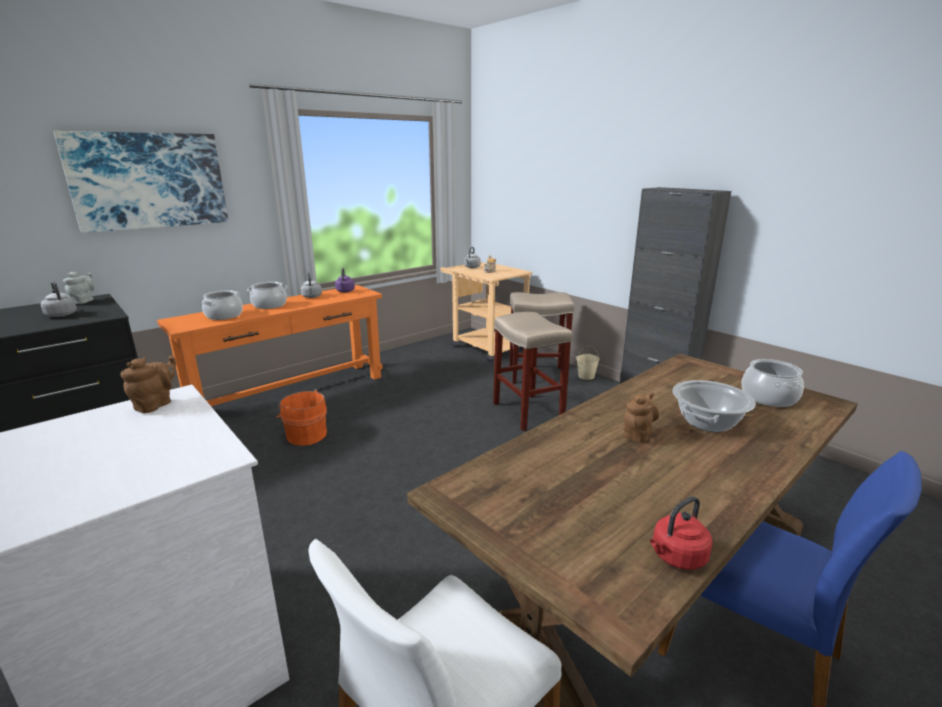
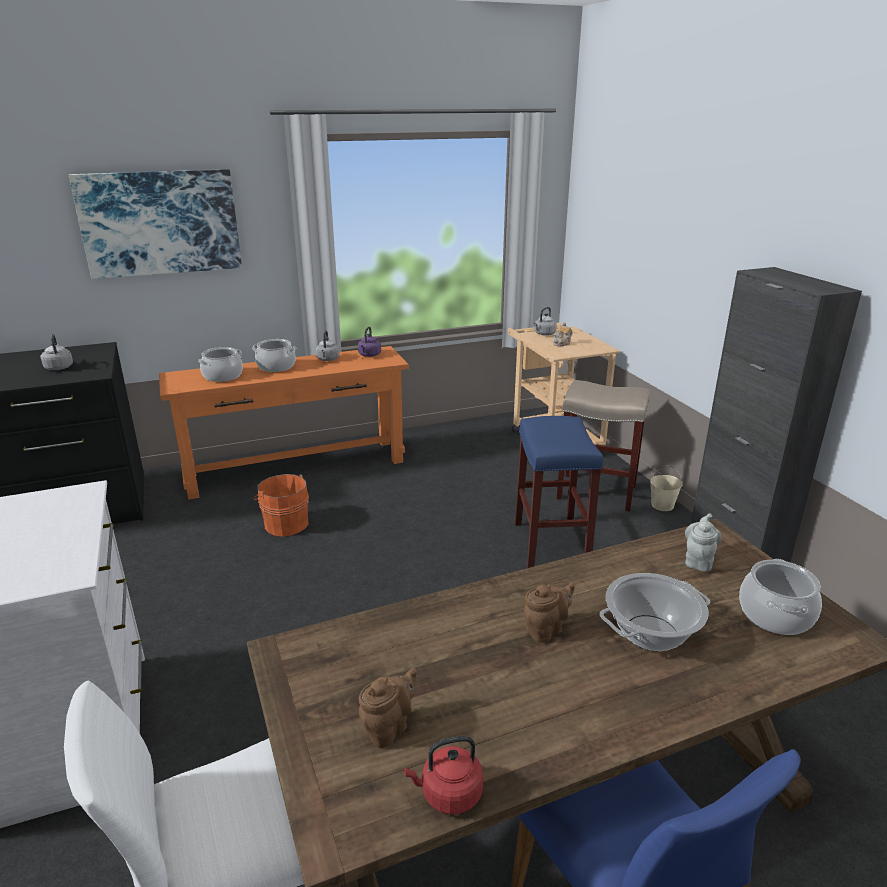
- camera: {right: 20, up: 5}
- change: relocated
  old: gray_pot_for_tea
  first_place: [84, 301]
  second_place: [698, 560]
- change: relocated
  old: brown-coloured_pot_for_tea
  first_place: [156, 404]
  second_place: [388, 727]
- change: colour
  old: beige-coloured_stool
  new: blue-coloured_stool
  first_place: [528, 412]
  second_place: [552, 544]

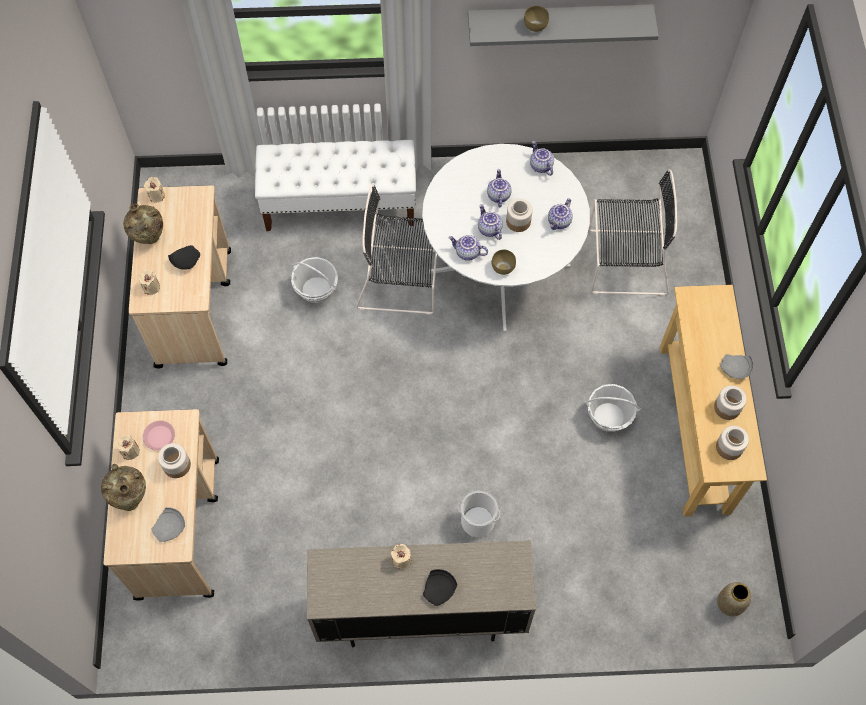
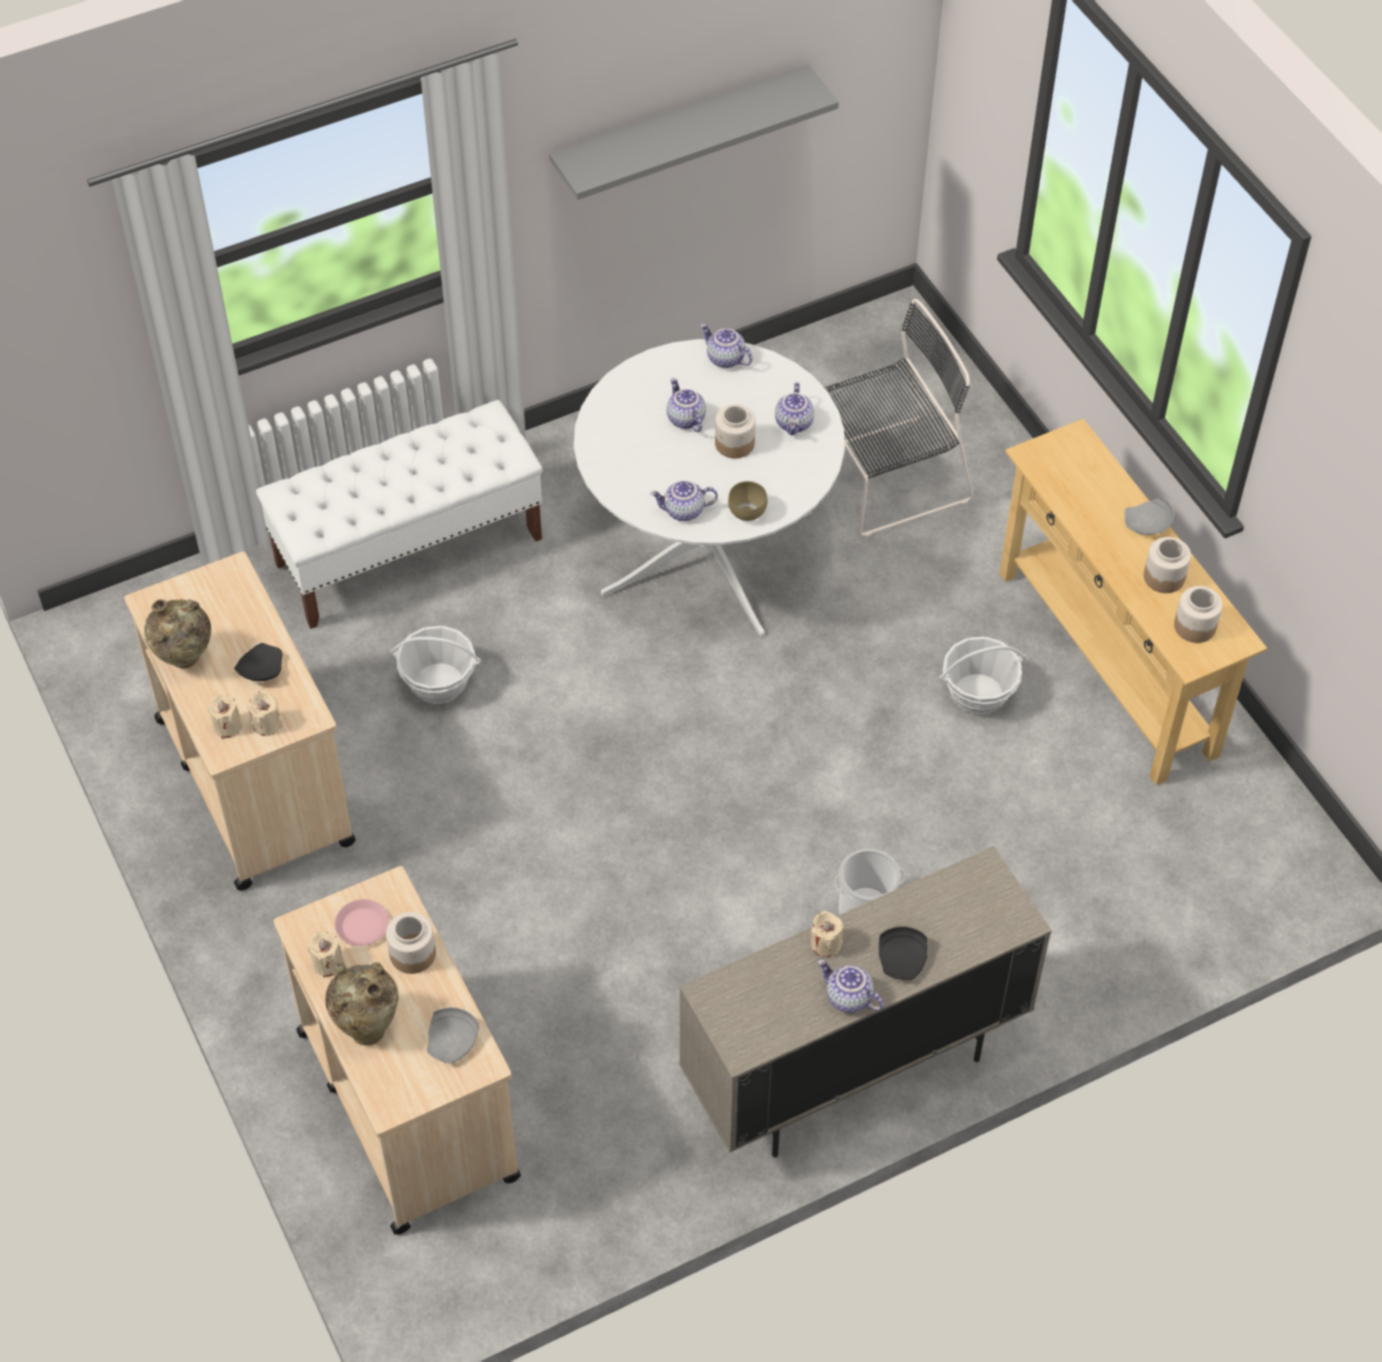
- camera: {right: -25, up: -10}
- change: relocated
  old: beige-coloured_wax_light
  first_place: [156, 195]
  second_place: [267, 724]
- change: missing
  old: black-coloured_upright_chair
  first_place: [402, 279]
- change: relocated
  old: pot_for_tea
  first_place: [489, 229]
  second_place: [847, 998]
- change: missing
  old: brown-coloured_serving_bowl
  first_place: [534, 27]
- change: missing
  old: decorative_vase
  first_place: [730, 604]

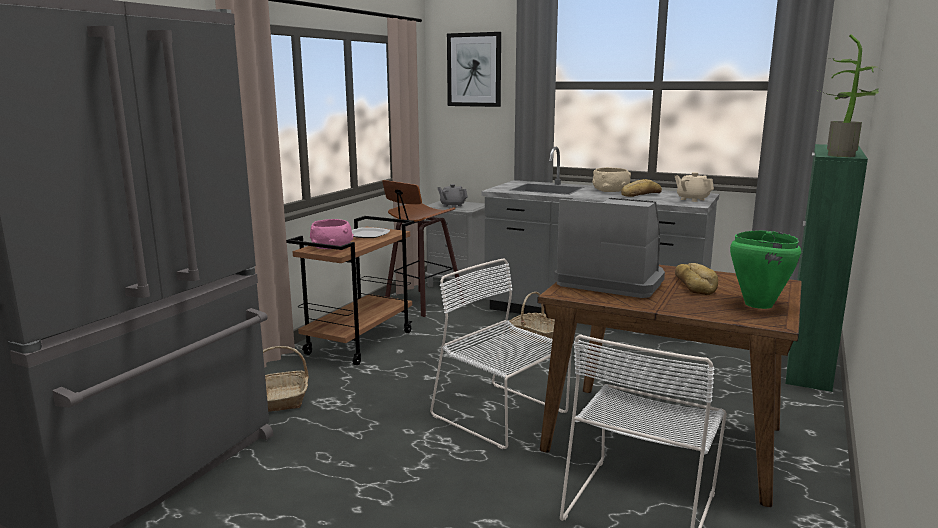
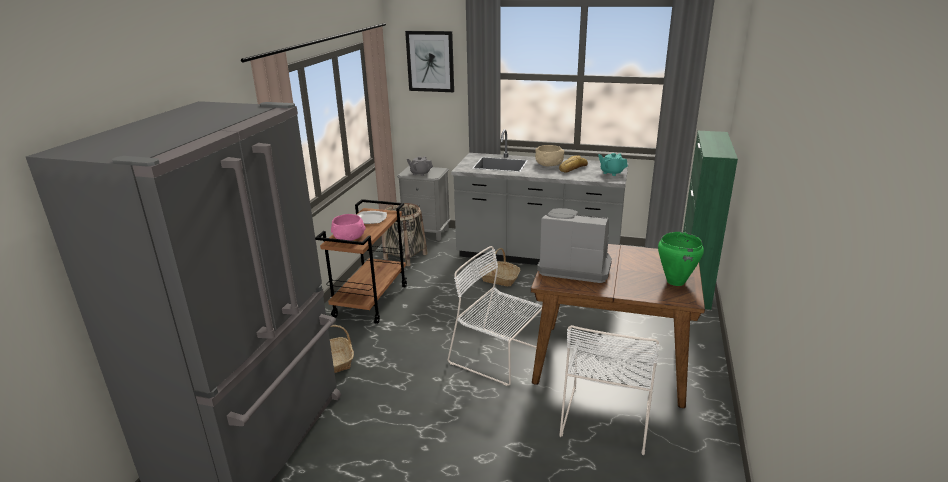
- camera: {right: -10, up: 10}
- change: exchanged
  old: stool
  new: basket
  first_place: [421, 304]
  second_place: [405, 256]
- change: colour
  old: beige-coloured_pot_for_tea
  new: blue-green_pot_for_tea
  first_place: [692, 199]
  second_place: [611, 172]
- change: missing
  old: baked_bread
  first_place: [695, 285]
- change: missing
  old: potted_plant
  first_place: [842, 155]

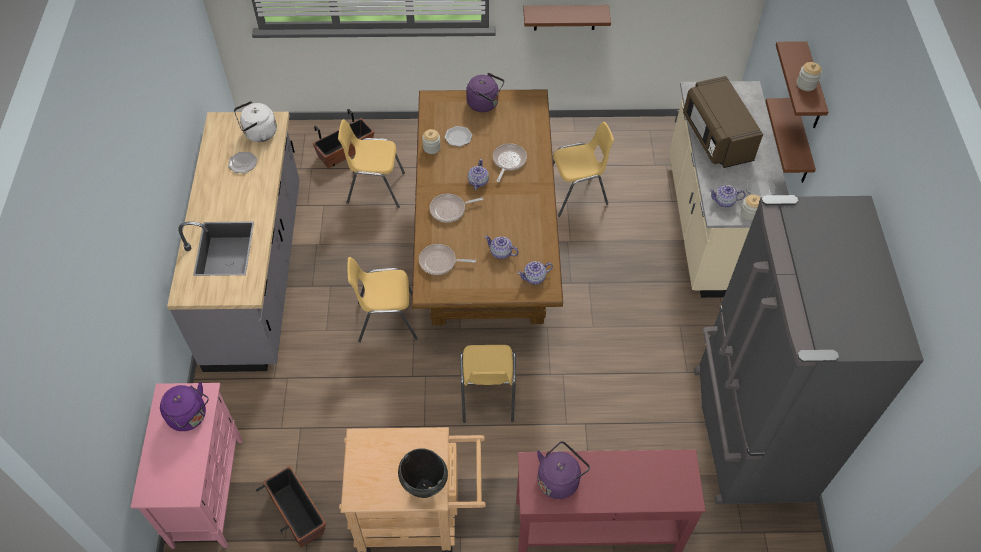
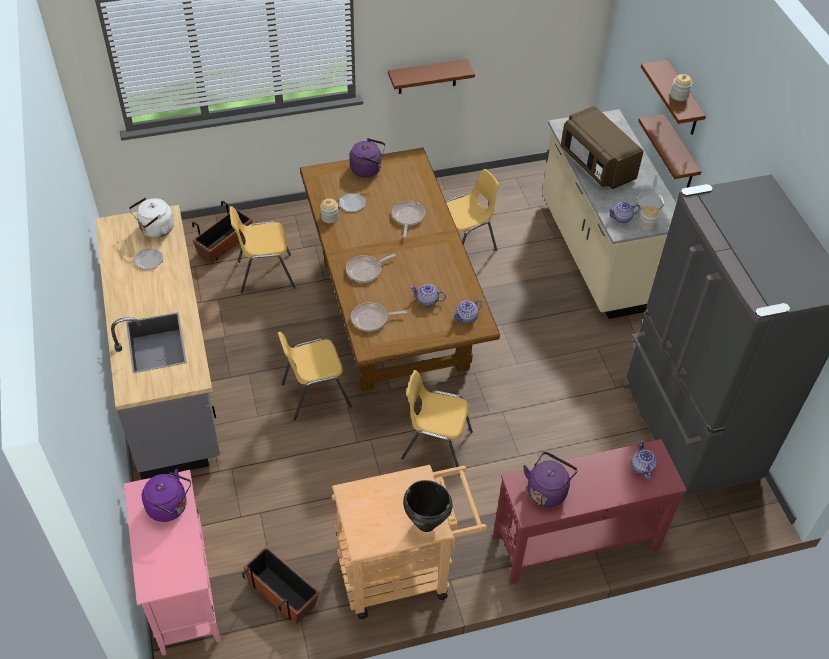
- camera: {right: -15, up: -5}
- change: spun
  old: yellow-coloured_upright_chair
  first_place: [487, 395]
  second_place: [436, 445]
  degrees: 120
- change: relocated
  old: pot_for_tea
  first_place: [477, 182]
  second_place: [642, 467]

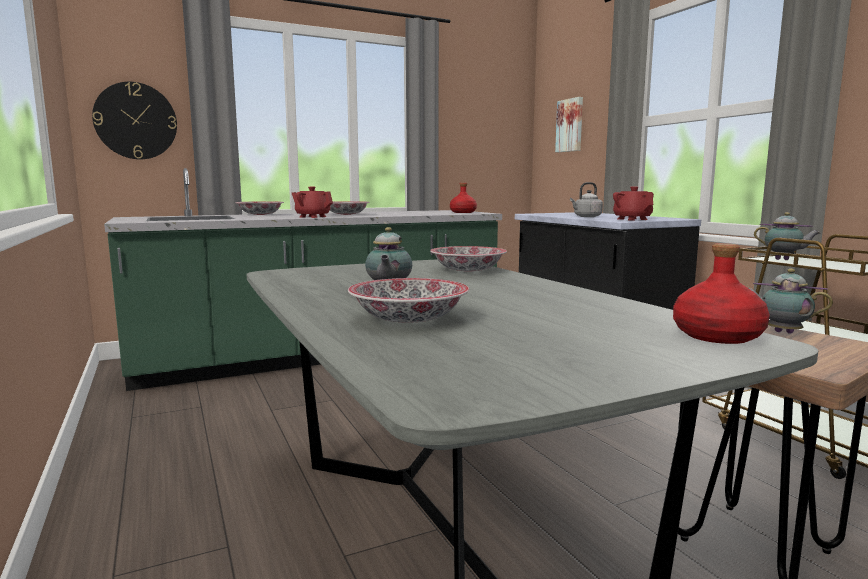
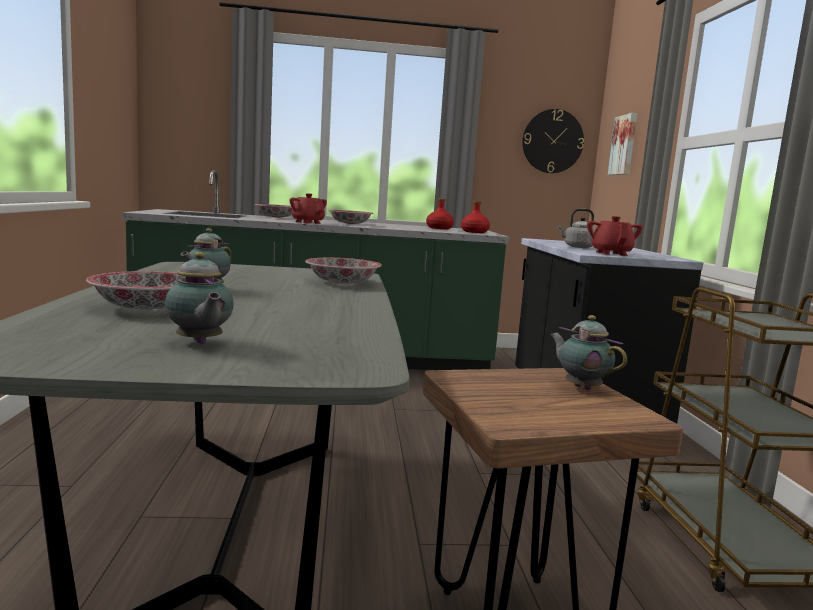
- camera: {right: 20, up: 0}
- change: relocated
  old: clock_on_the_wall
  first_place: [136, 121]
  second_place: [552, 141]
- change: relocated
  old: reddish_bottle
  first_place: [718, 336]
  second_place: [439, 228]
- change: relocated
  old: pot_for_tea
  first_place: [783, 260]
  second_place: [199, 343]

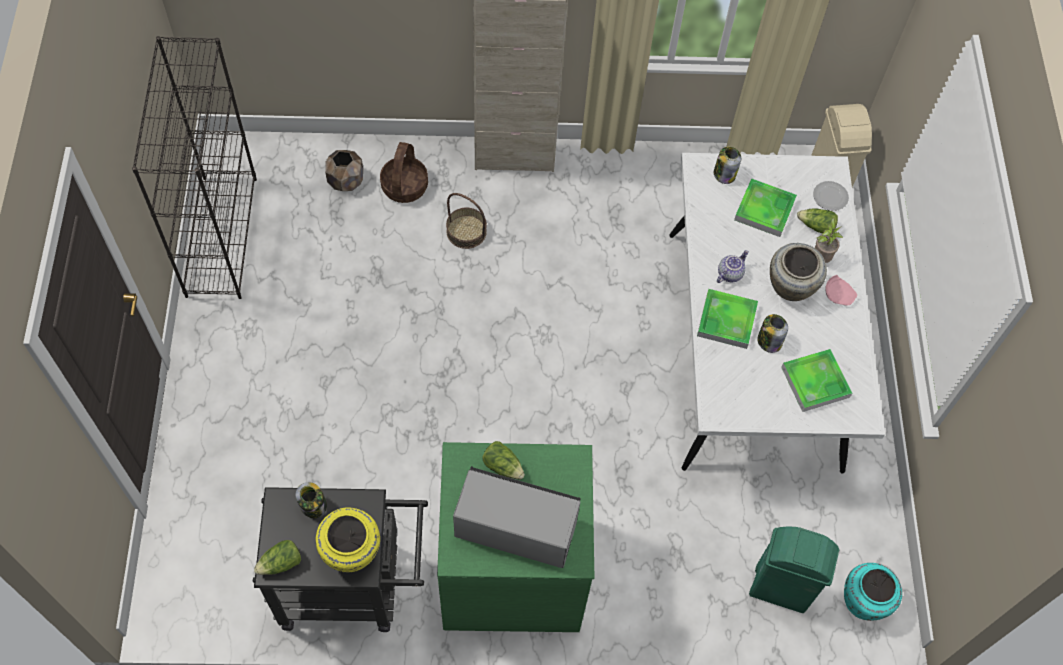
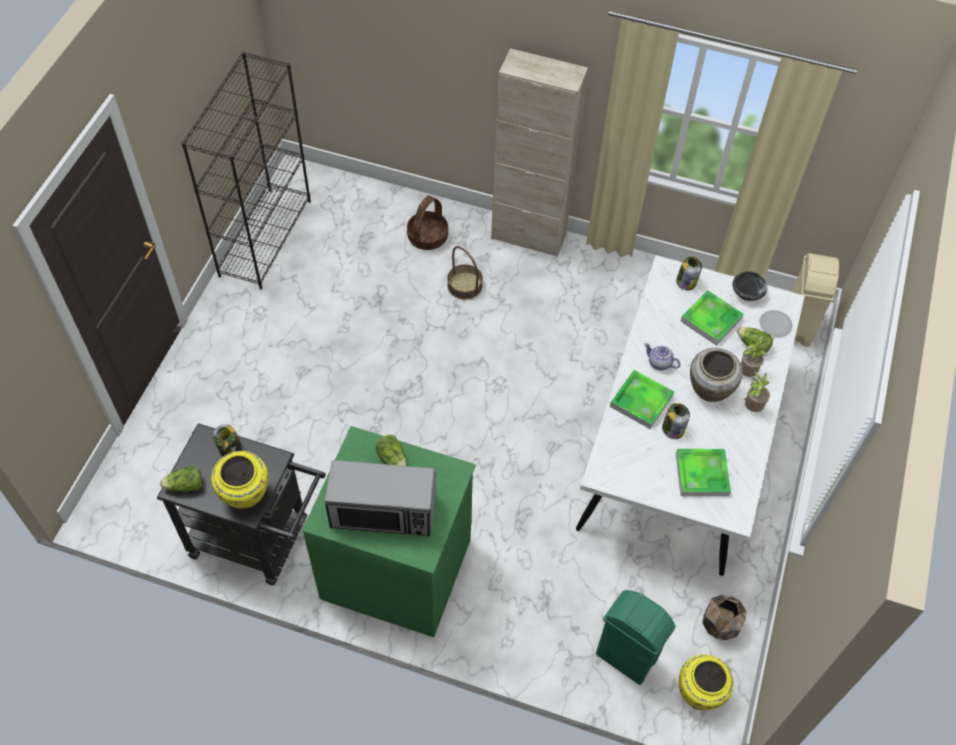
- camera: {right: 20, up: -5}
- change: relocated
  old: brown-coloured_flower_pot
  first_place: [346, 181]
  second_place: [720, 624]
- change: spun
  old: microwave
  first_place: [515, 527]
  second_place: [383, 511]
  degrees: 150
- change: spun
  old: pot_for_tea
  first_place: [729, 273]
  second_place: [659, 363]
  degrees: -120
- change: exchanged
  old: pink-coloured_plate
  new: potted_plant
  first_place: [838, 294]
  second_place: [752, 407]
- change: colour
  old: blue-green_decorative_vase
  new: yellow-coloured_decorative_vase
  first_place: [864, 601]
  second_place: [700, 693]
- change: appeared
  new: black-coloured_serving_bowl
  second_place: [747, 293]

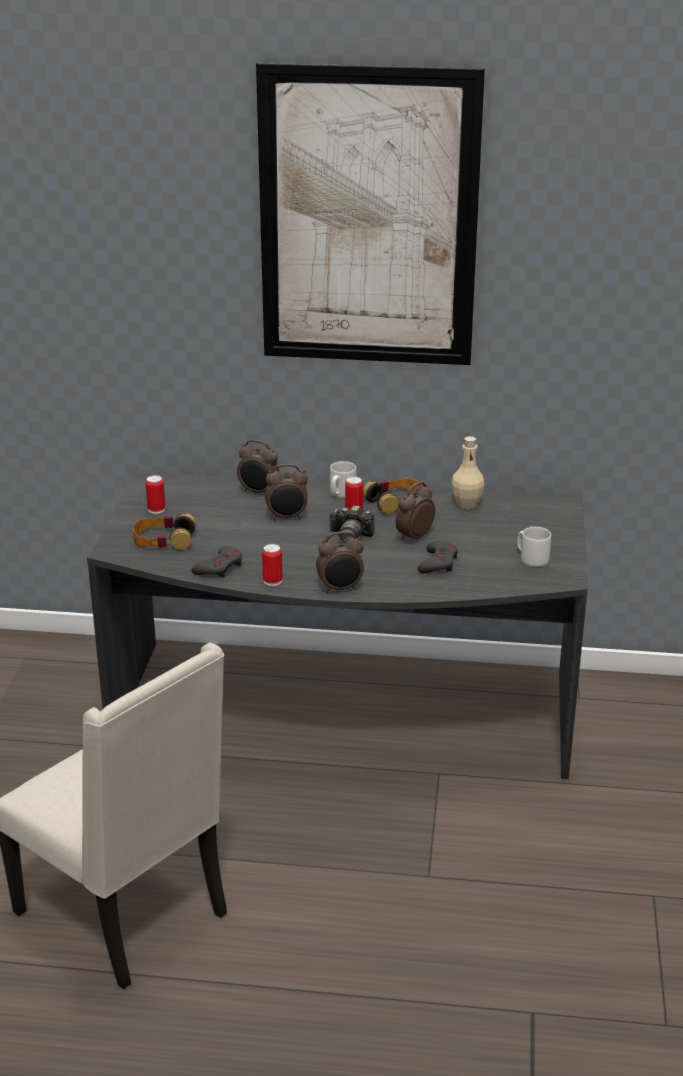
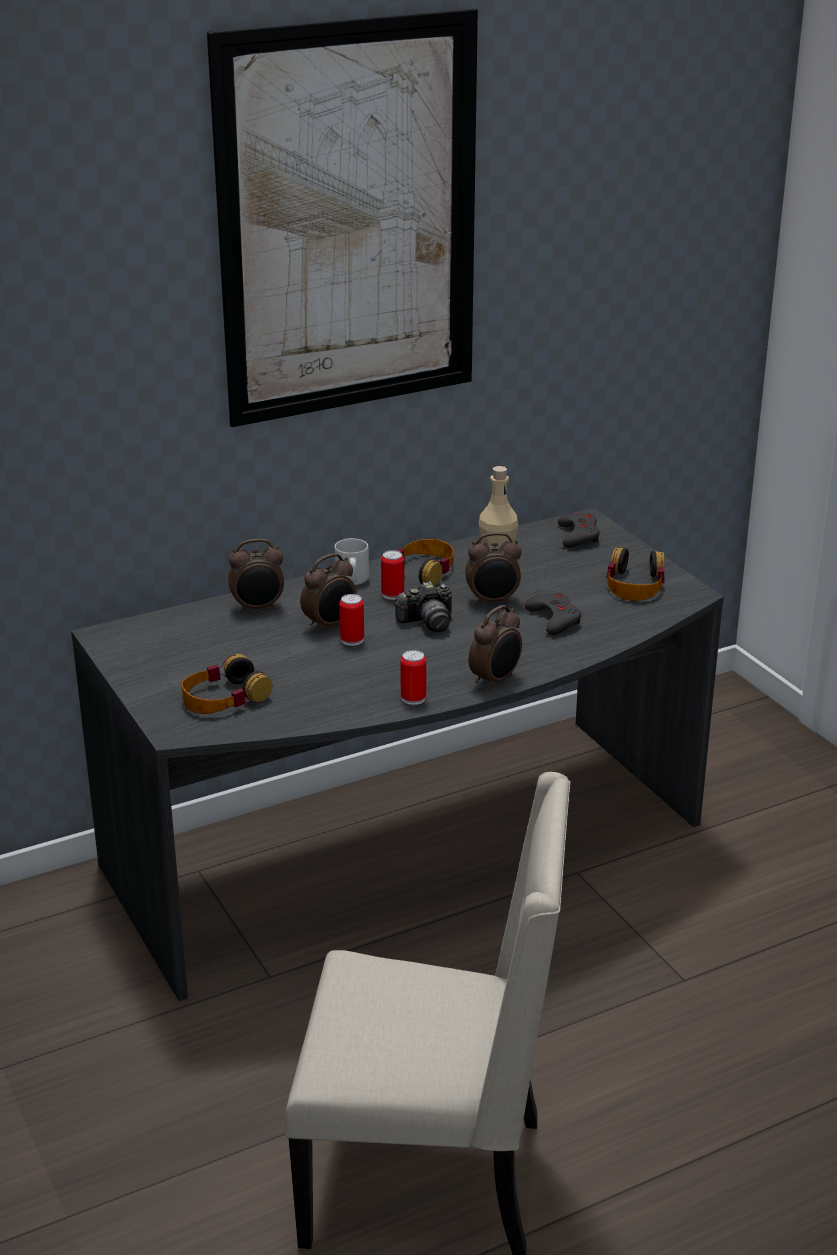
- camera: {right: -35, up: 0}
- change: relocated
  old: metal_can
  first_place: [156, 509]
  second_place: [352, 640]
- change: relocated
  old: gray_game_controller
  first_place: [219, 567]
  second_place: [578, 535]
- change: spun
  old: table_clock
  first_place: [413, 537]
  second_place: [493, 601]
  degrees: -105
- change: exchanged
  old: gray_mug
  new: headset
  first_place: [531, 558]
  second_place: [635, 584]

